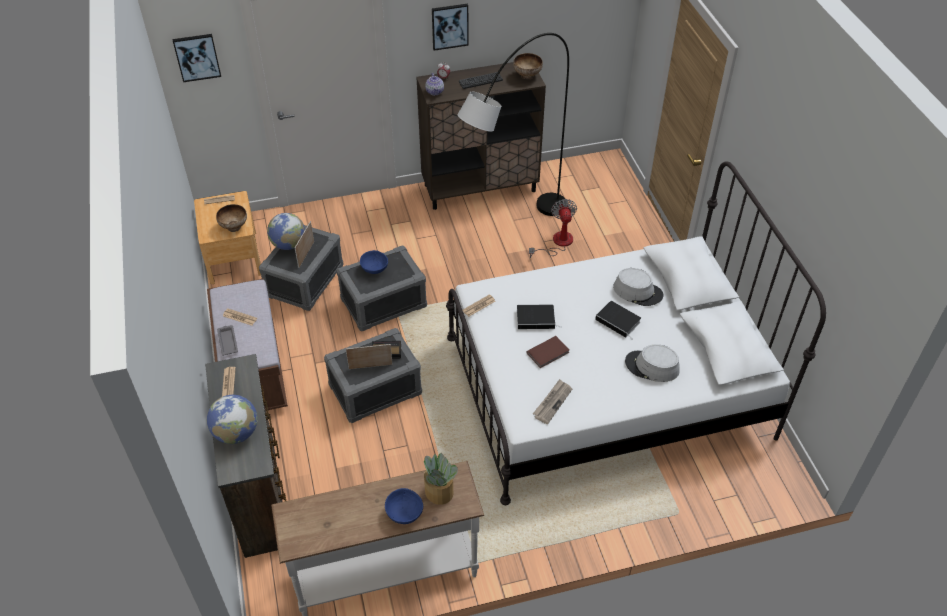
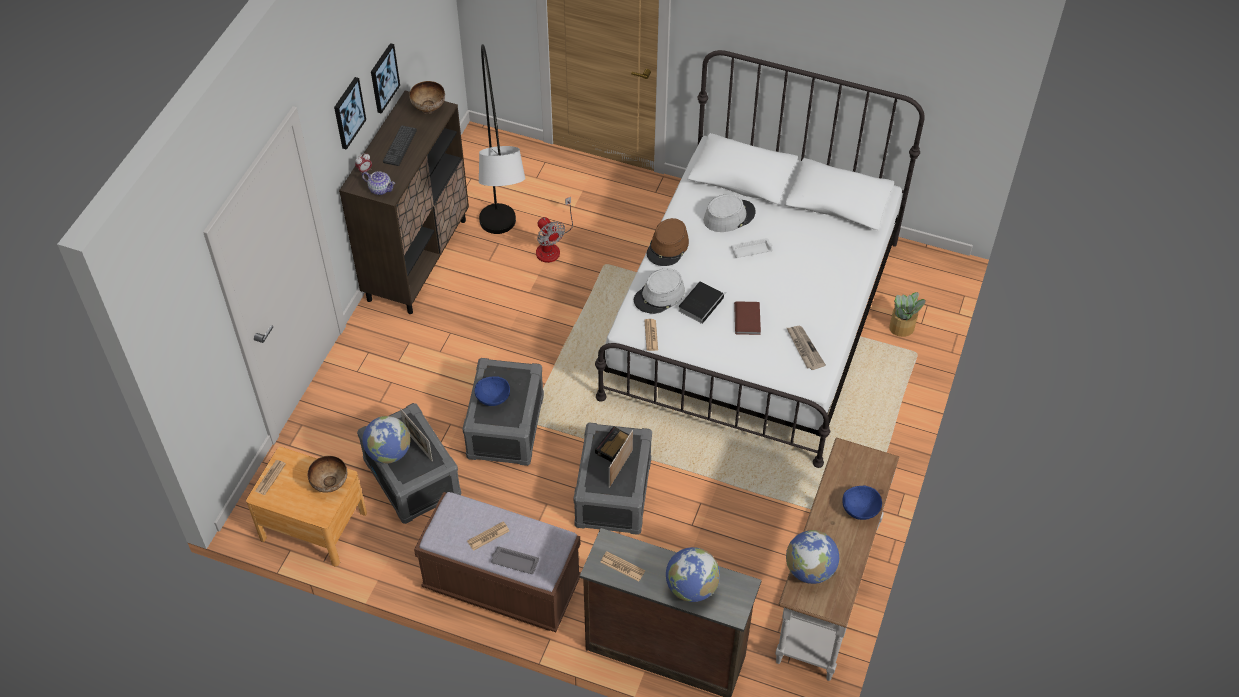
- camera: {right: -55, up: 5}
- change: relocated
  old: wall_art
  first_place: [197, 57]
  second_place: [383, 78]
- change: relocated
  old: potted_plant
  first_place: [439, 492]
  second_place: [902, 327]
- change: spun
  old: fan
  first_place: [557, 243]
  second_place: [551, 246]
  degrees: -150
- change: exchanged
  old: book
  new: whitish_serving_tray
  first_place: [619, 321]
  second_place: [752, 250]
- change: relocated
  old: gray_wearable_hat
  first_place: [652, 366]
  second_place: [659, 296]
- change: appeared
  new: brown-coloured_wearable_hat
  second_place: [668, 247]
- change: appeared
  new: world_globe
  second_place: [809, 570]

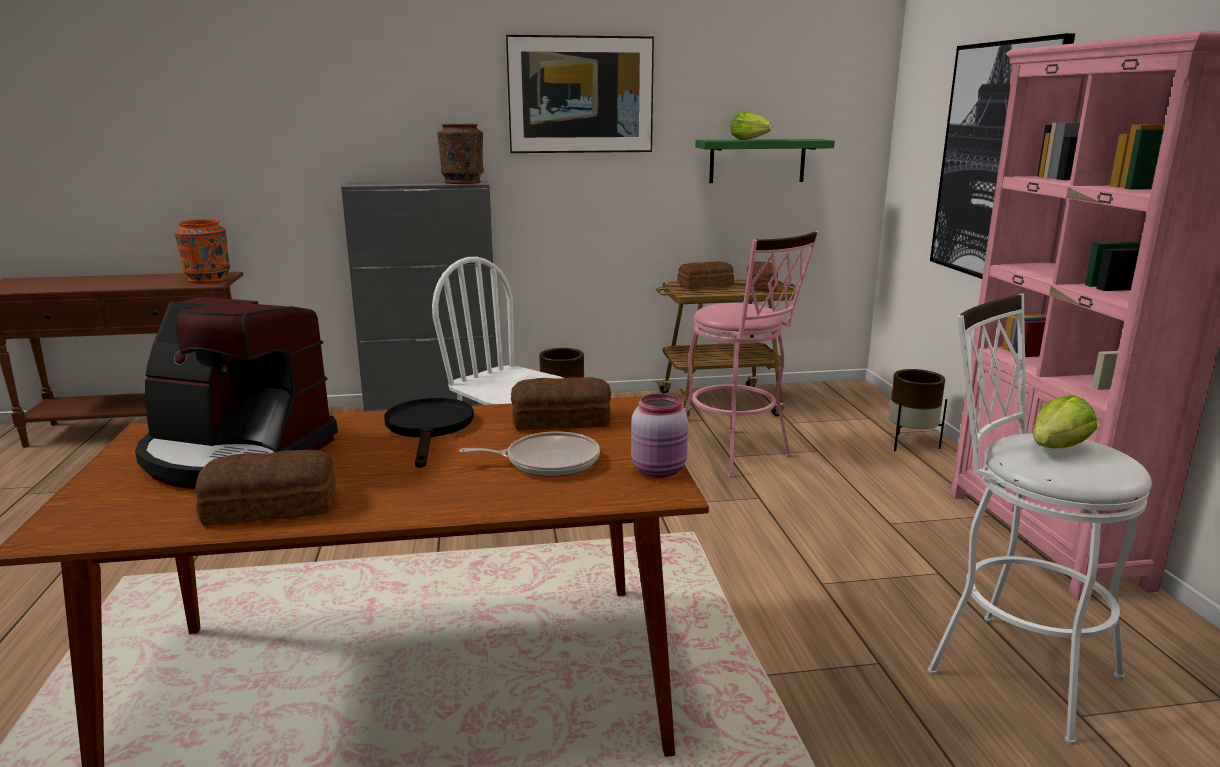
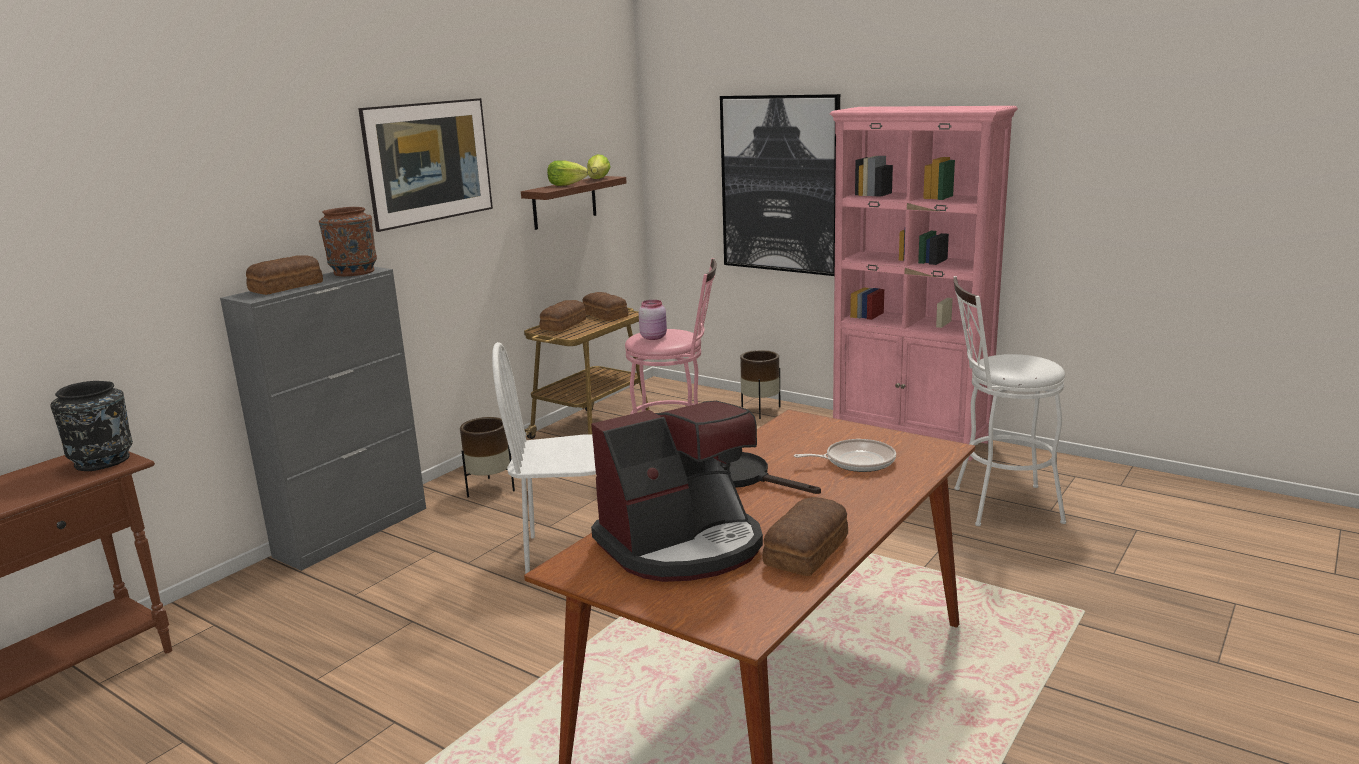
- camera: {right: -45, up: 0}
- change: colour
  old: orangey_decorative_vase
  new: black-coloured_decorative_vase
  first_place: [208, 280]
  second_place: [103, 461]
- change: spun
  old: skillet
  first_place: [547, 461]
  second_place: [856, 461]
  degrees: 45
- change: relocated
  old: baked_bread
  first_place: [563, 421]
  second_place: [288, 287]
- change: relocated
  old: pink-coloured_jar
  first_place: [660, 470]
  second_place: [654, 337]
- change: colour
  old: green-coloured_wall_shelf
  new: brown-coloured_wall_shelf
  first_place: [757, 161]
  second_place: [564, 202]
- change: relocated
  old: lettuce
  first_place: [1057, 448]
  second_place: [598, 179]

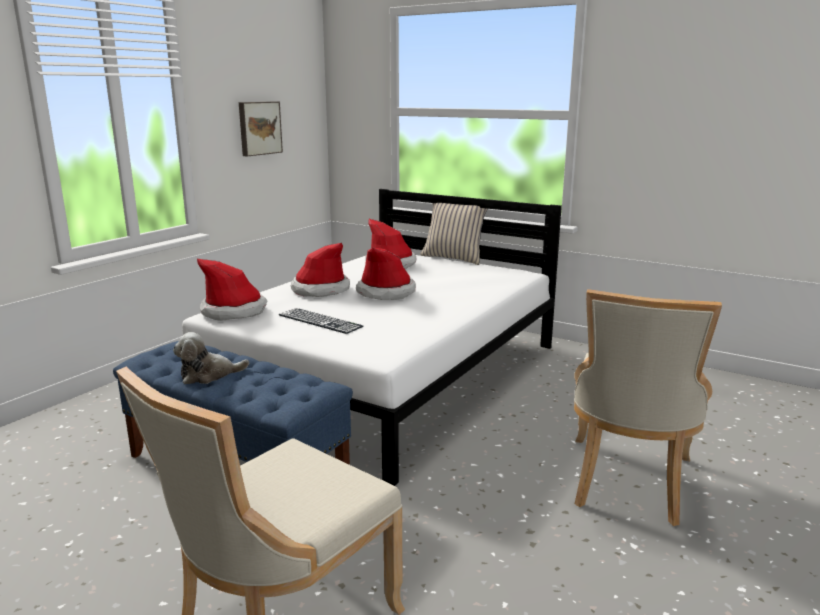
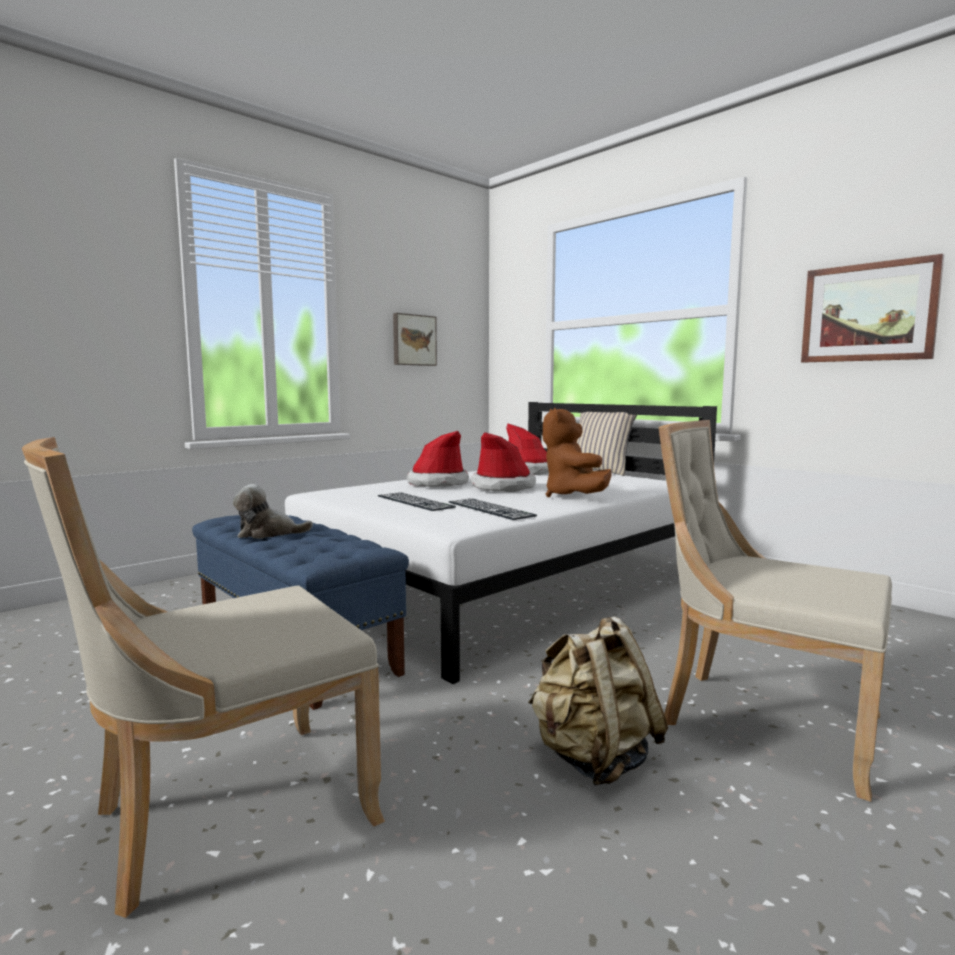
- camera: {right: 15, up: -10}
- change: missing
  old: wearable_hat
  first_place: [234, 311]
- change: spun
  old: beige-coloured_upright_chair
  first_place: [628, 483]
  second_place: [760, 721]
  degrees: 90
- change: appeared
  new: computer_keyboard
  second_place: [490, 509]
- change: appeared
  new: beige-coloured_rucksack
  second_place: [593, 758]
- change: appeared
  new: brown-coloured_soft_toy
  second_place: [572, 496]
- change: appeared
  new: wall_art
  second_place: [868, 312]

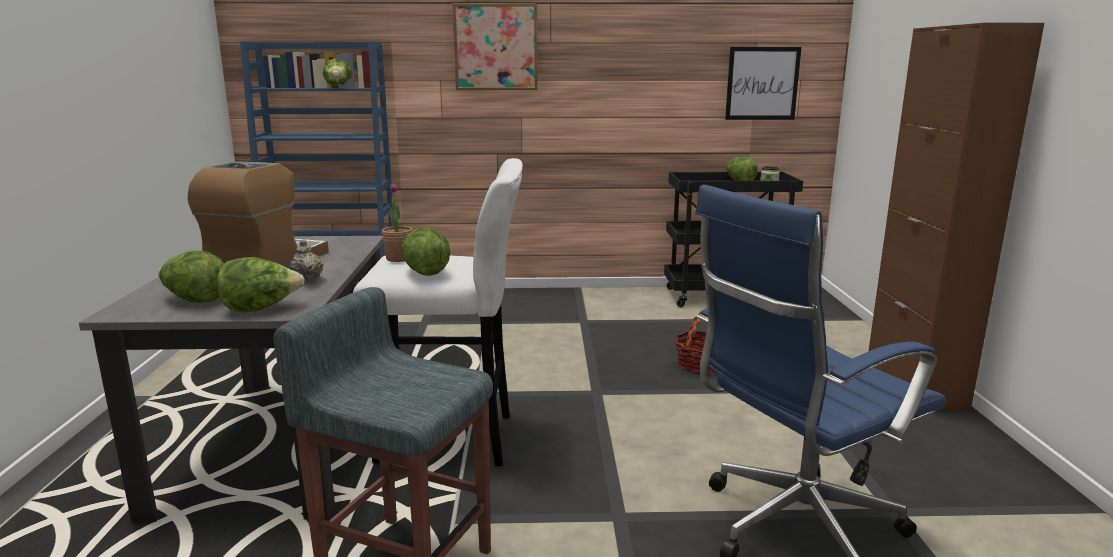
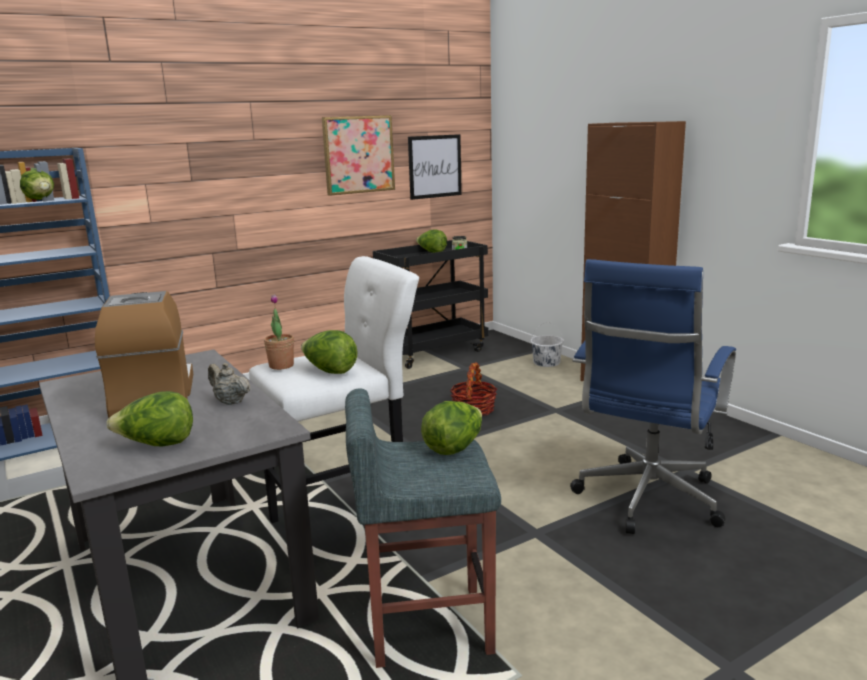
- camera: {right: -30, up: 0}
- change: relocated
  old: lettuce
  first_place: [261, 309]
  second_place: [454, 447]
- change: relocated
  old: wall_art
  first_place: [496, 47]
  second_place: [358, 154]
- change: appeared
  new: whitish_pail
  second_place: [546, 363]

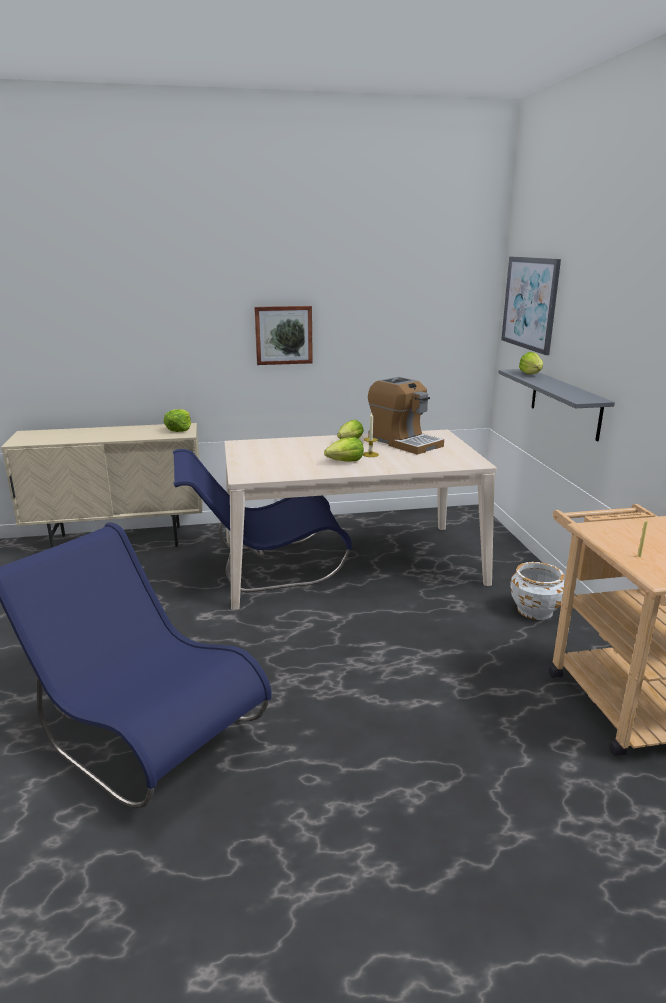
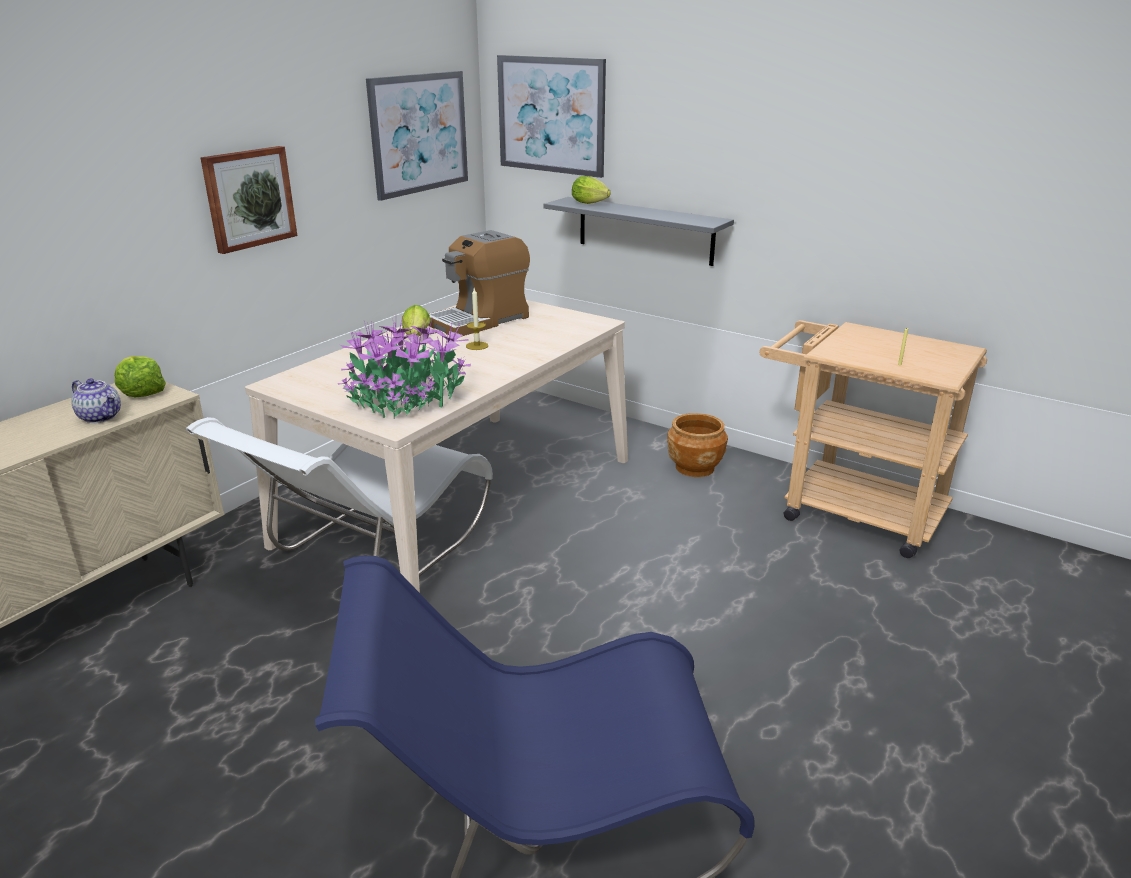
- camera: {right: -45, up: 5}
- change: colour
  old: blue-coloured_upright_chair
  new: whitish_upright_chair
  first_place: [263, 567]
  second_place: [367, 553]
- change: missing
  old: lettuce
  first_place: [345, 461]
- change: spun
  old: coffee_maker
  first_place: [403, 442]
  second_place: [479, 320]
  degrees: 135
- change: colour
  old: whitish_flower_pot
  new: brown-coloured_flower_pot
  first_place: [535, 610]
  second_place: [695, 467]
- change: appeared
  new: pot_for_tea
  second_place: [101, 417]
- change: appeared
  new: potted_plant
  second_place: [406, 401]
- change: appeared
  new: wall_art
  second_place: [419, 133]

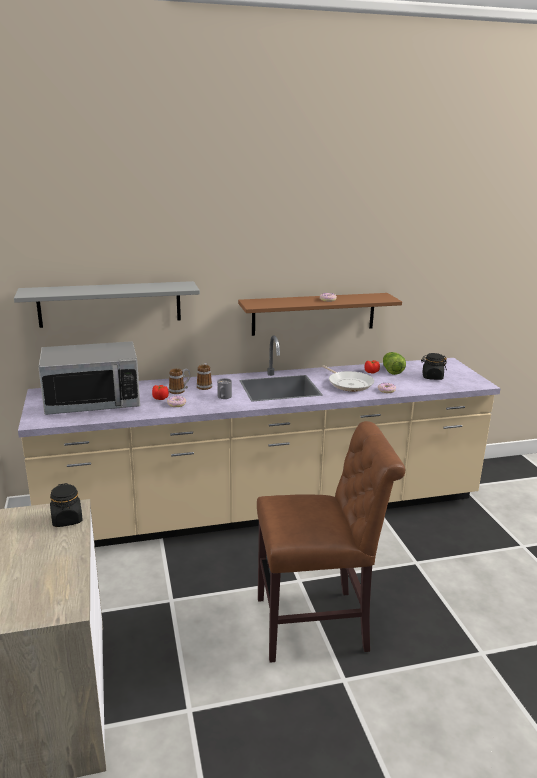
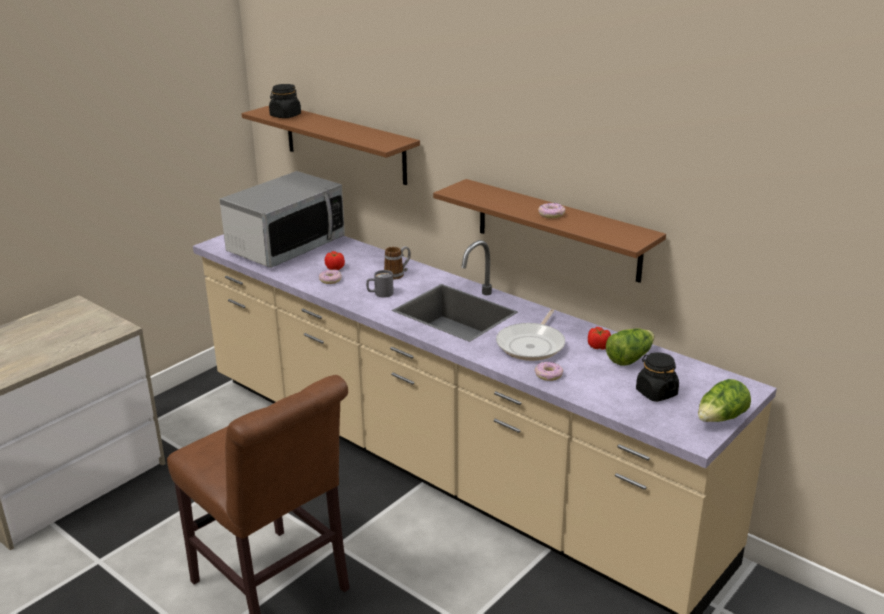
- camera: {right: 55, up: 5}
- change: colour
  old: gray_wall_shelf
  new: brown-coloured_wall_shelf
  first_place: [110, 304]
  second_place: [344, 144]
- change: spun
  old: microwave
  first_place: [93, 402]
  second_place: [286, 246]
  degrees: -90
- change: relocated
  old: black-coloured_jar
  first_place: [67, 519]
  second_place: [285, 116]
- change: missing
  old: mug
  first_place: [180, 390]
- change: appeared
  new: lettuce
  second_place: [720, 419]

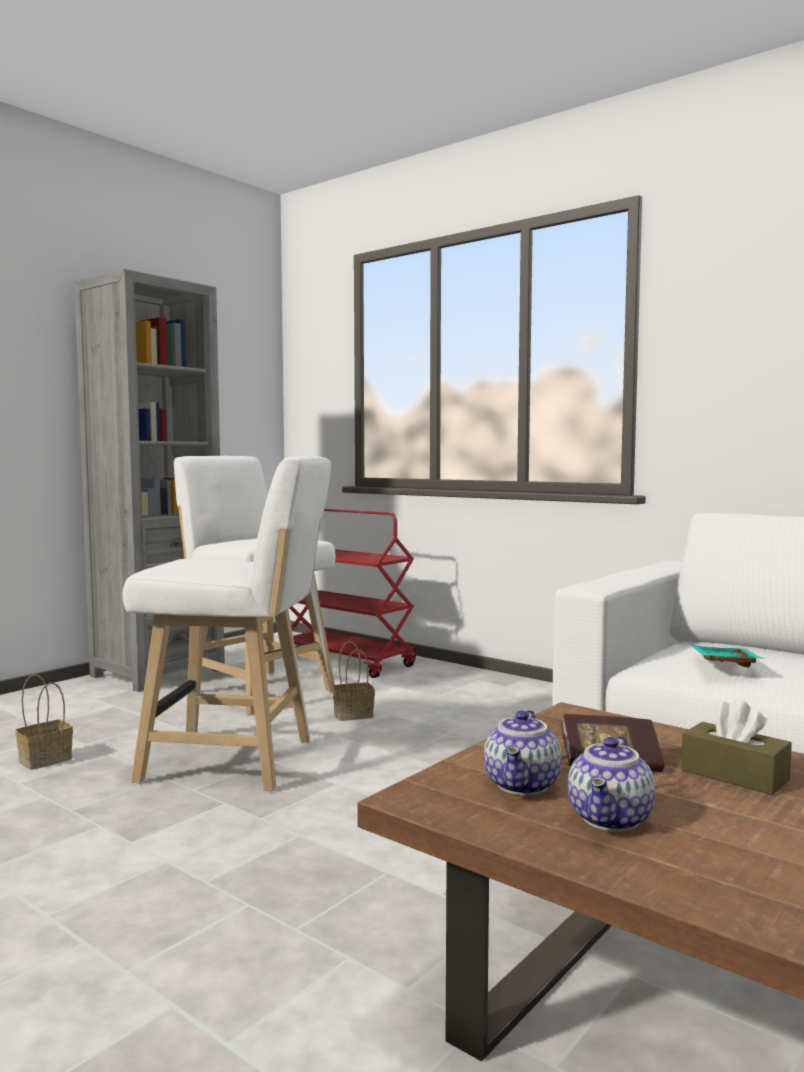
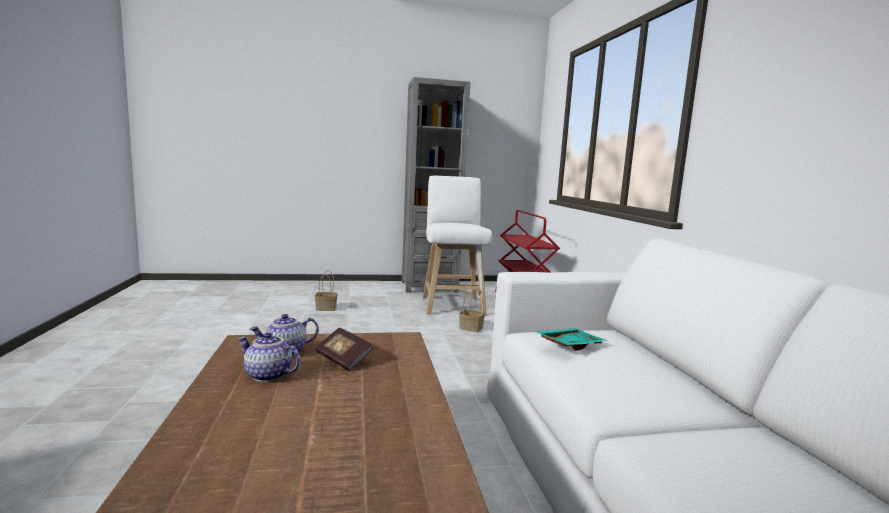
- camera: {right: 40, up: 5}
- change: missing
  old: whitish_stool
  first_place: [238, 762]
- change: spun
  old: pot_for_tea
  first_place: [612, 820]
  second_place: [267, 375]
  degrees: 45
- change: missing
  old: brown-coloured_tissue_holder
  first_place: [734, 775]

